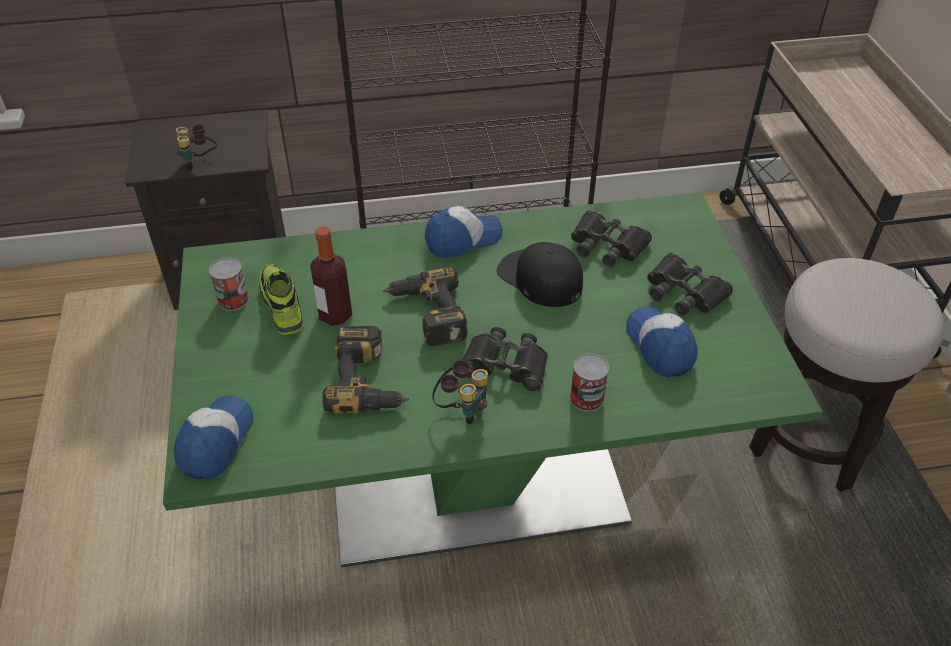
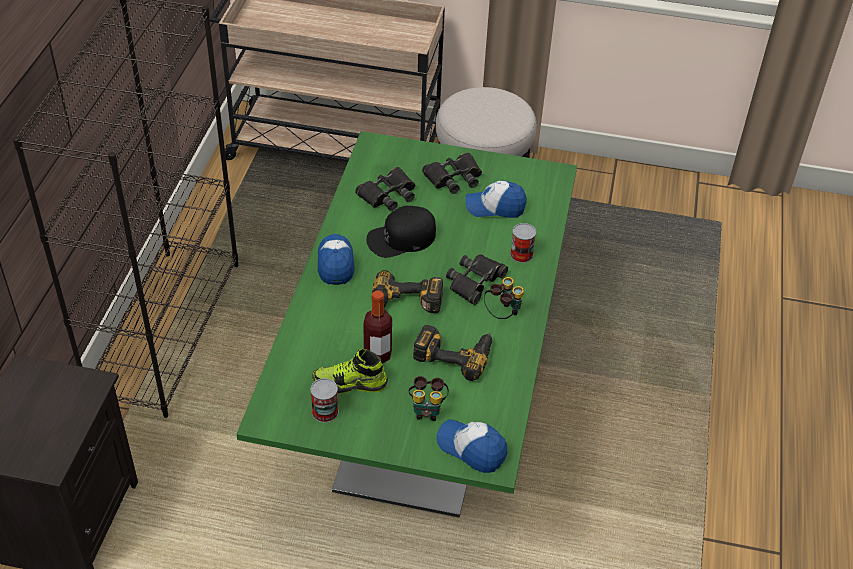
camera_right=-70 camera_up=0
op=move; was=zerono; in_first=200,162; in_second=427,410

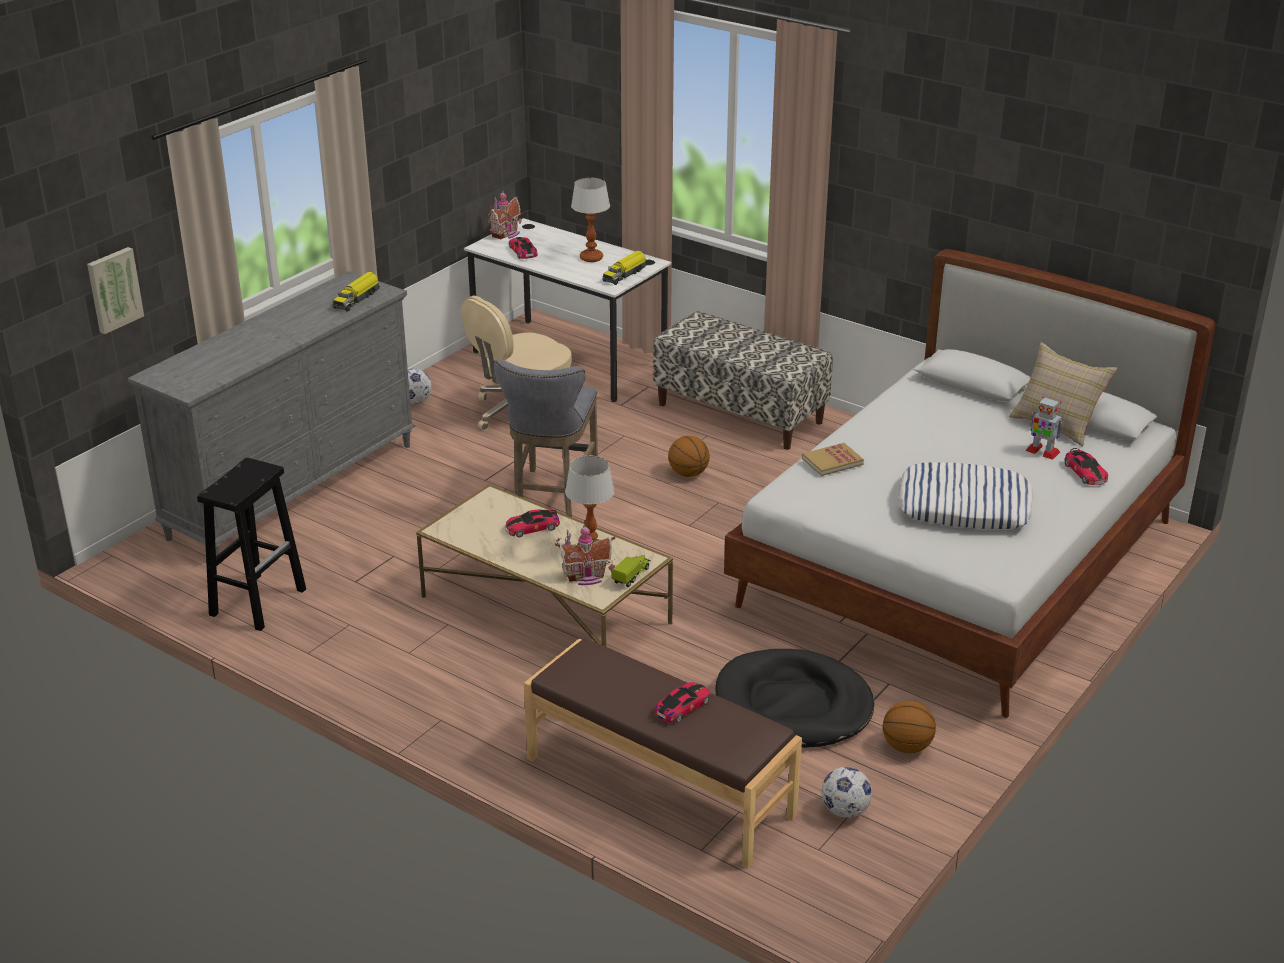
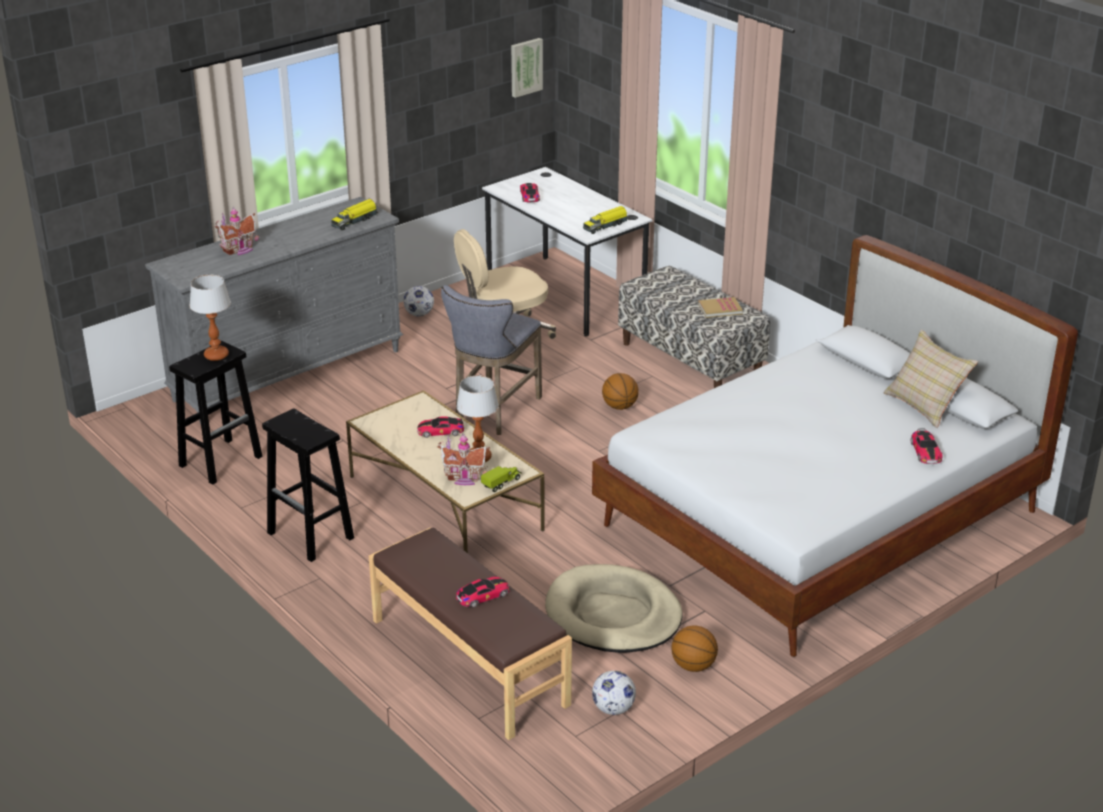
camera_right=15 camera_up=0
op=move; was=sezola; in_first=113,289; in_second=525,67
op=move; was=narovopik; in_first=507,234; in_second=239,250
op=move; was=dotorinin; in_first=591,258; in_second=216,355
op=recolor; was=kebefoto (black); now=kebefoto (beige); in_first=793,705; in_second=613,615
op=move; was=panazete; in_first=832,461; in_second=720,309
op=delete; was=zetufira; in_first=964,506
op=delete; was=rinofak; in_first=1042,451
op=insert; now=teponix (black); in_second=311,536

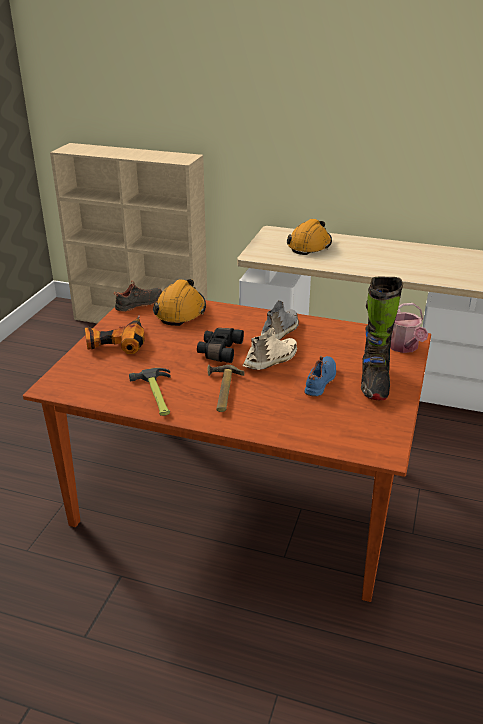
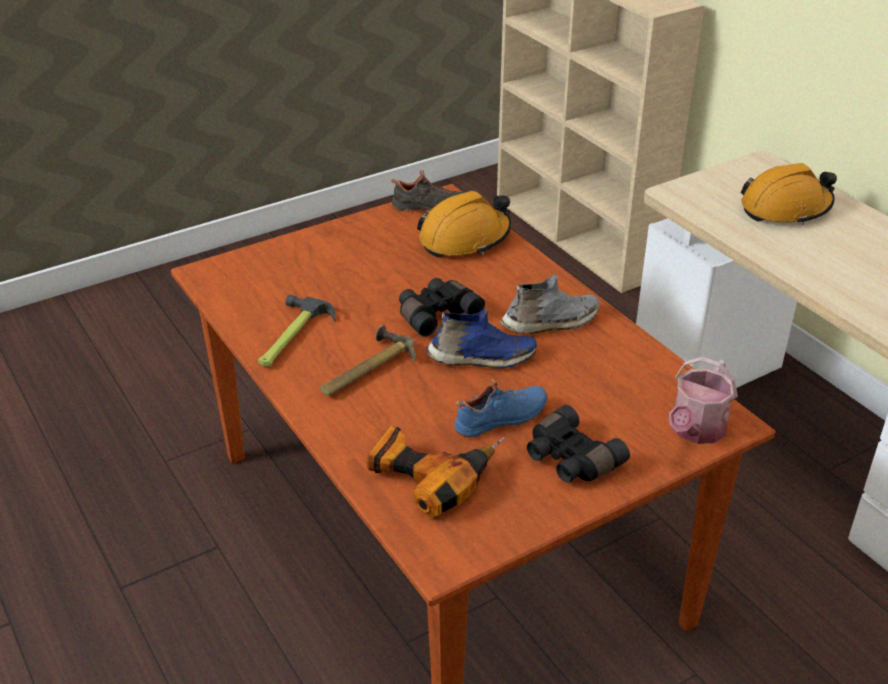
camera_right=40 camera_up=5
op=move; was=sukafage; in_first=115,341; in_second=431,472
op=recolor; was=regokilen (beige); now=regokilen (blue); in_first=272,360; in_second=482,358
op=replace; was=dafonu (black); now=zerono (black); in_first=374,383; in_second=570,459

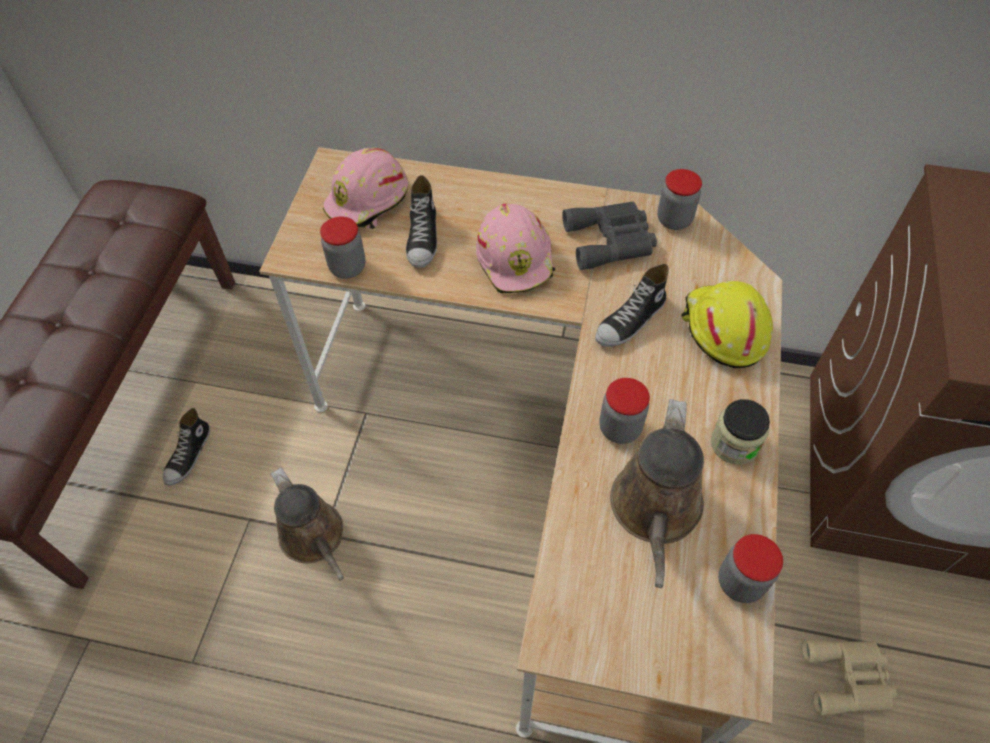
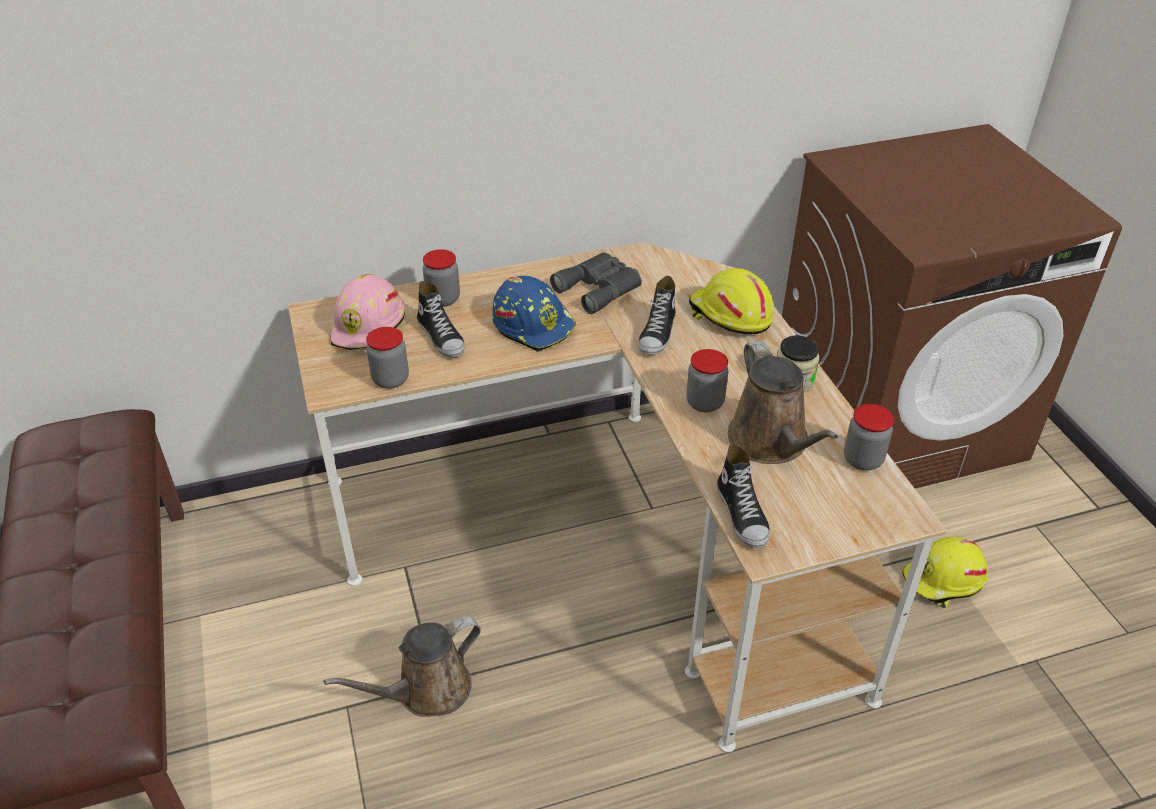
camera_right=-30 camera_up=-15
op=move; was=regokilen; in_first=189,455; in_second=742,514
op=rotate; was=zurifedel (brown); in_first=315,538; in_second=427,691; clockwise=120
op=recolor; was=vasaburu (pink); now=vasaburu (blue); in_first=516,259; in_second=534,325
op=move; was=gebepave; in_first=674,220; in_second=443,299
op=replace; was=zerono (beige); now=vasaburu (yellow); in_first=848,679; in_second=944,581

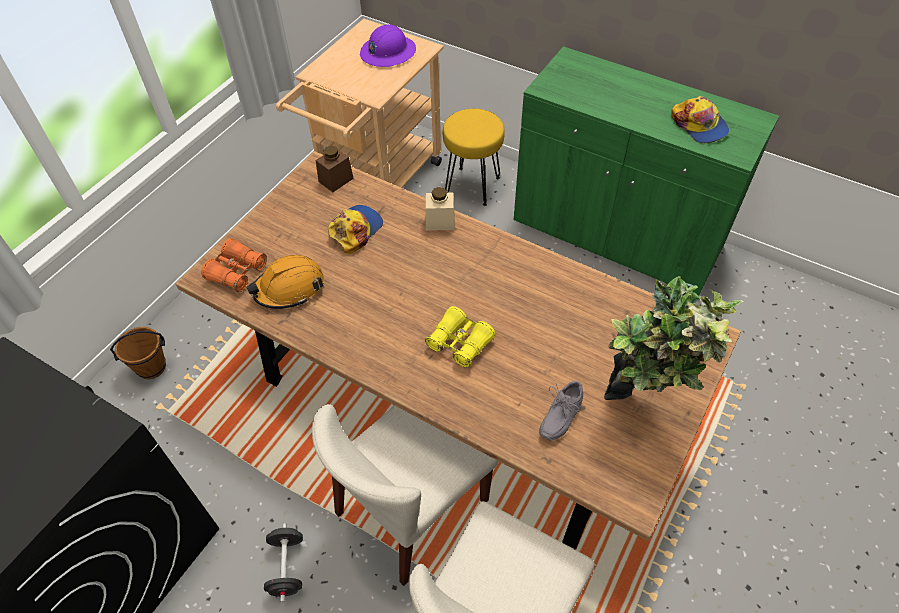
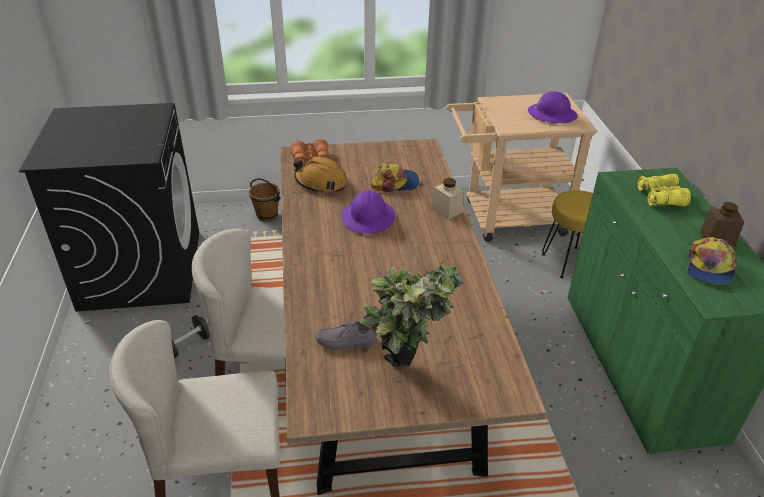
camera_right=50 camera_up=-15
op=move; was=gebepave (brown); in_first=336,180; in_second=717,238
op=move; was=zerono (yellow); in_first=460,343; in_second=661,197
op=insert; now=vasaburu (purple); in_second=368,217

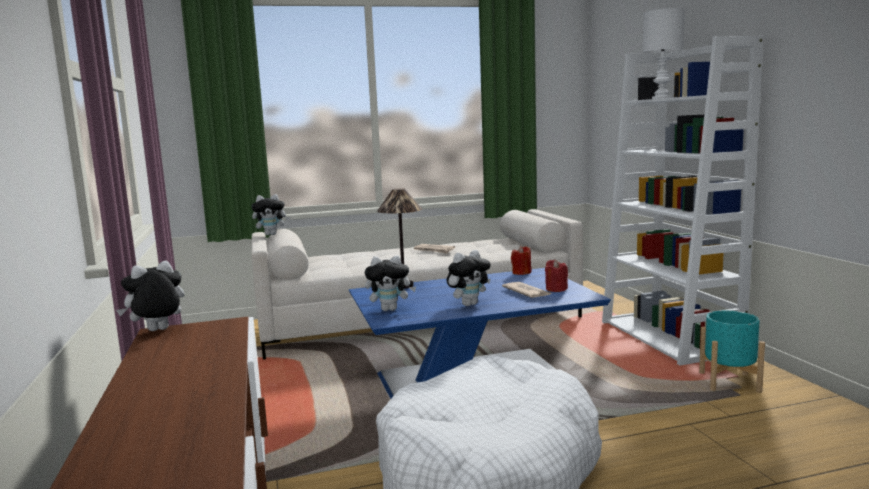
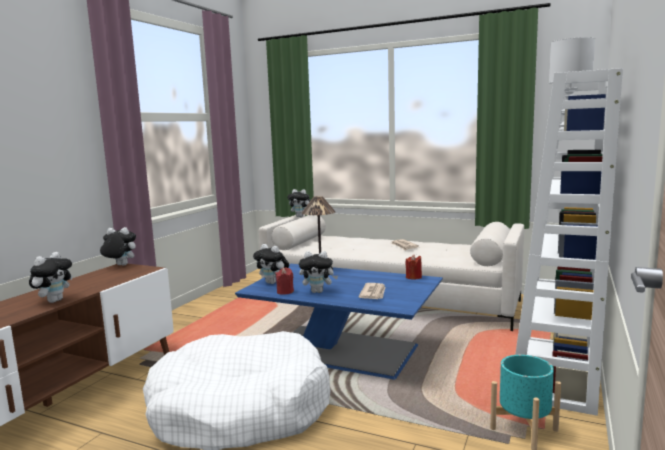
camera_right=40 camera_up=0
op=move; was=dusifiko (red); in_first=556,289; in_second=285,292
op=insert; now=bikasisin; in_second=54,300

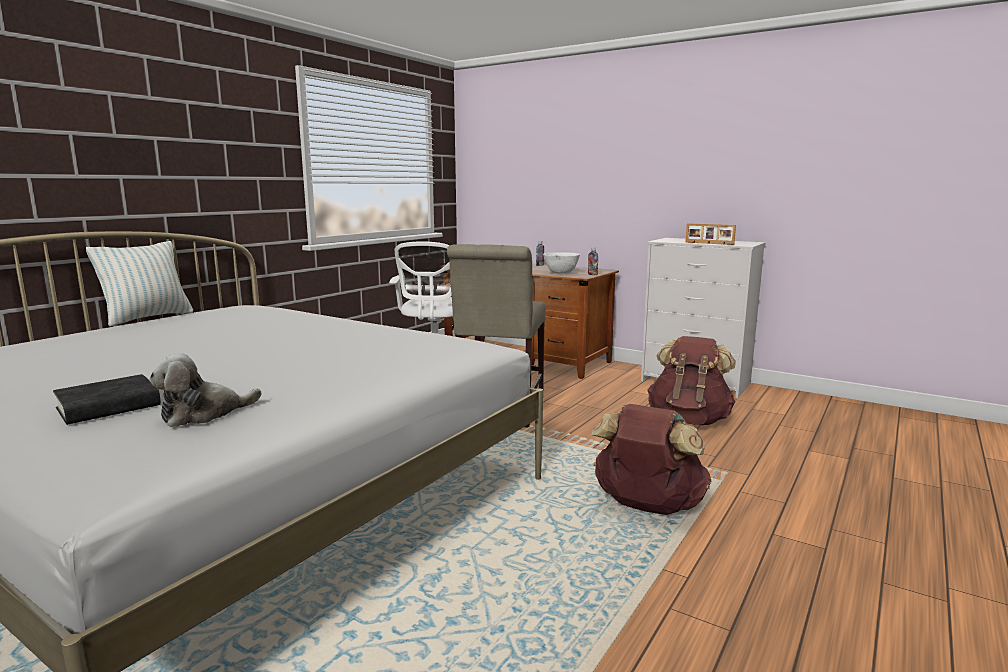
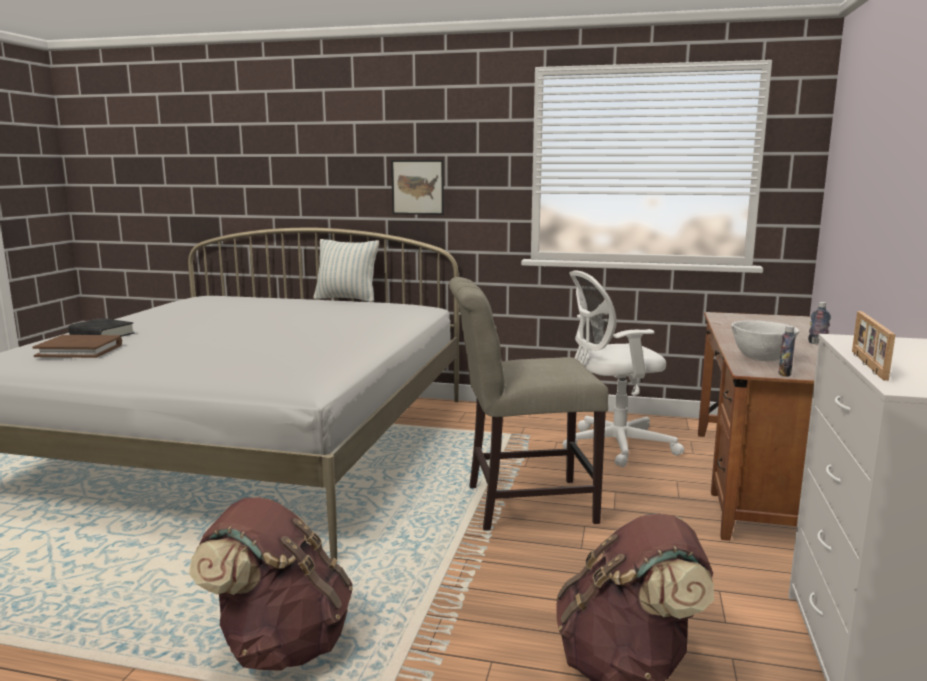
camera_right=70 camera_up=0
op=replace; was=bikasisin; now=panazete (brown); in_first=204,414; in_second=80,350
op=insert; now=sezola; in_second=418,187

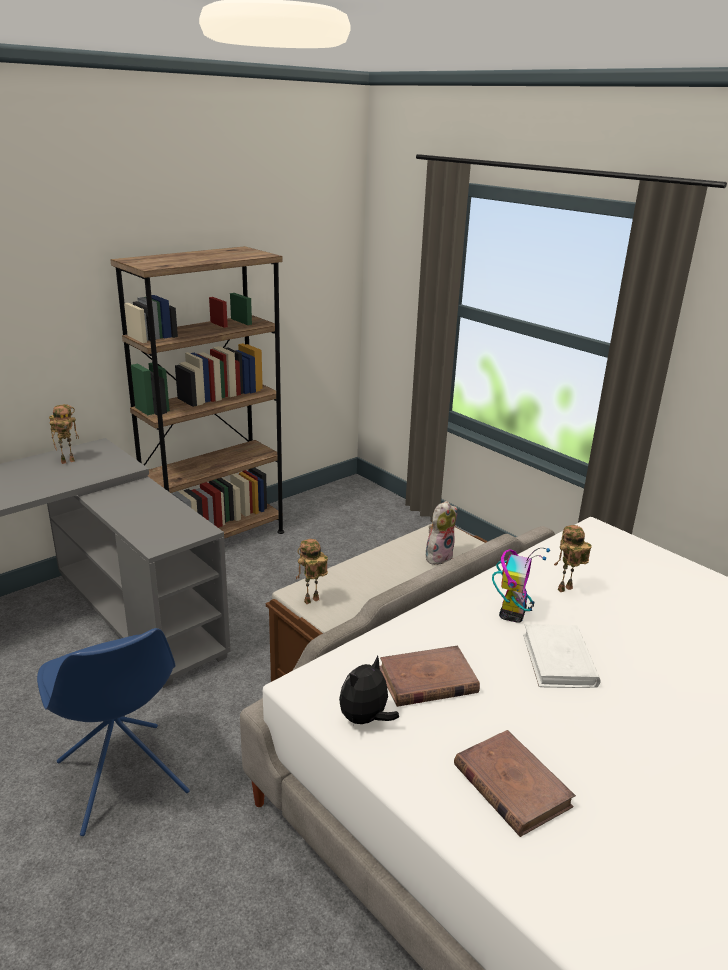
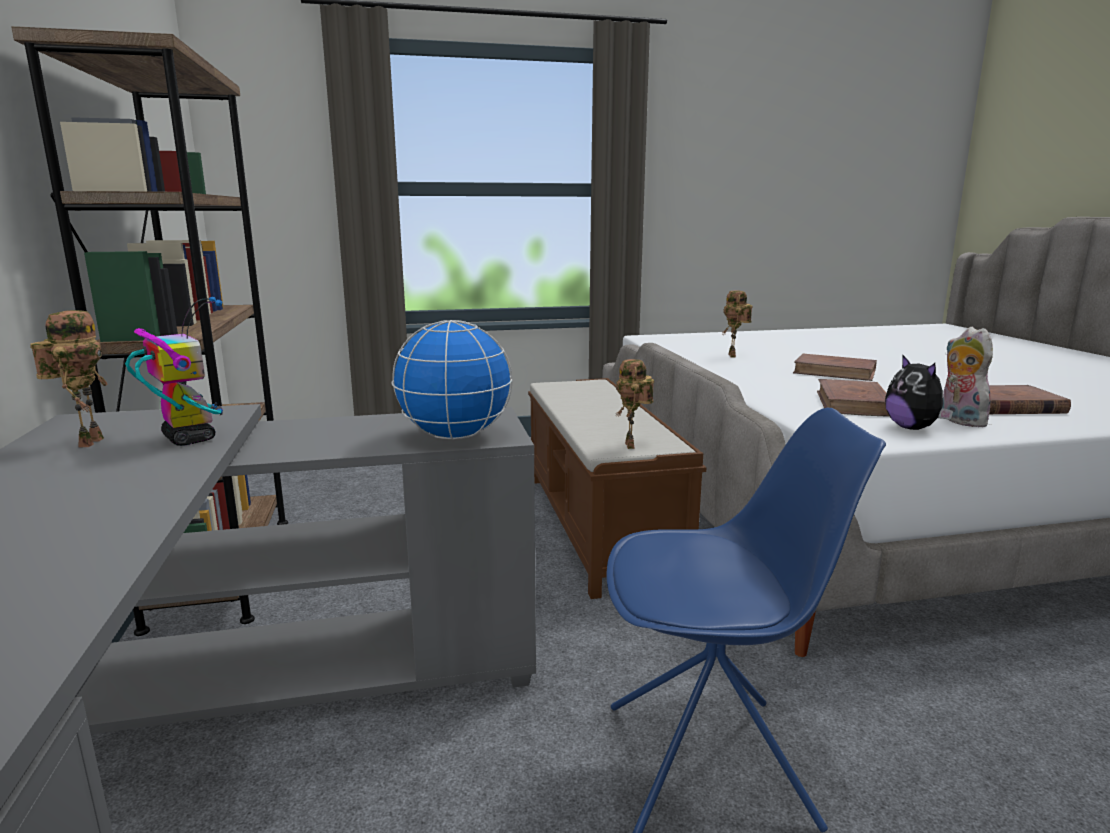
camera_right=-60 camera_up=-10
op=move; was=bikasisin; in_first=438,556; in_second=958,420
op=move; was=rinofak; in_first=512,614; in_second=188,438
op=recolor; was=panazete (white); now=panazete (brown); in_first=559,660; in_second=835,372
op=insert; now=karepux; in_second=454,436

